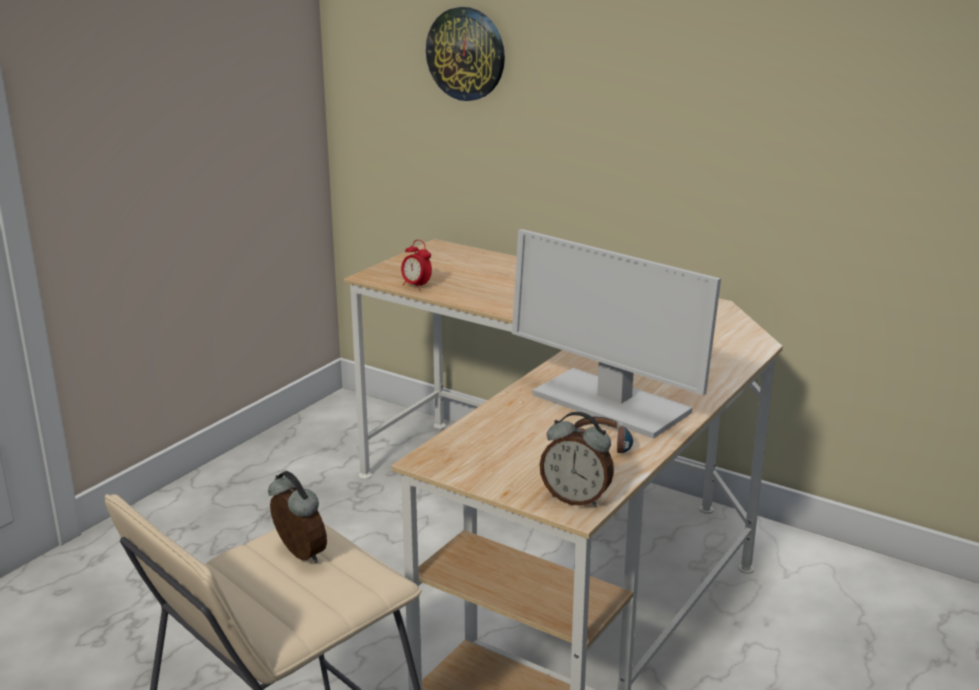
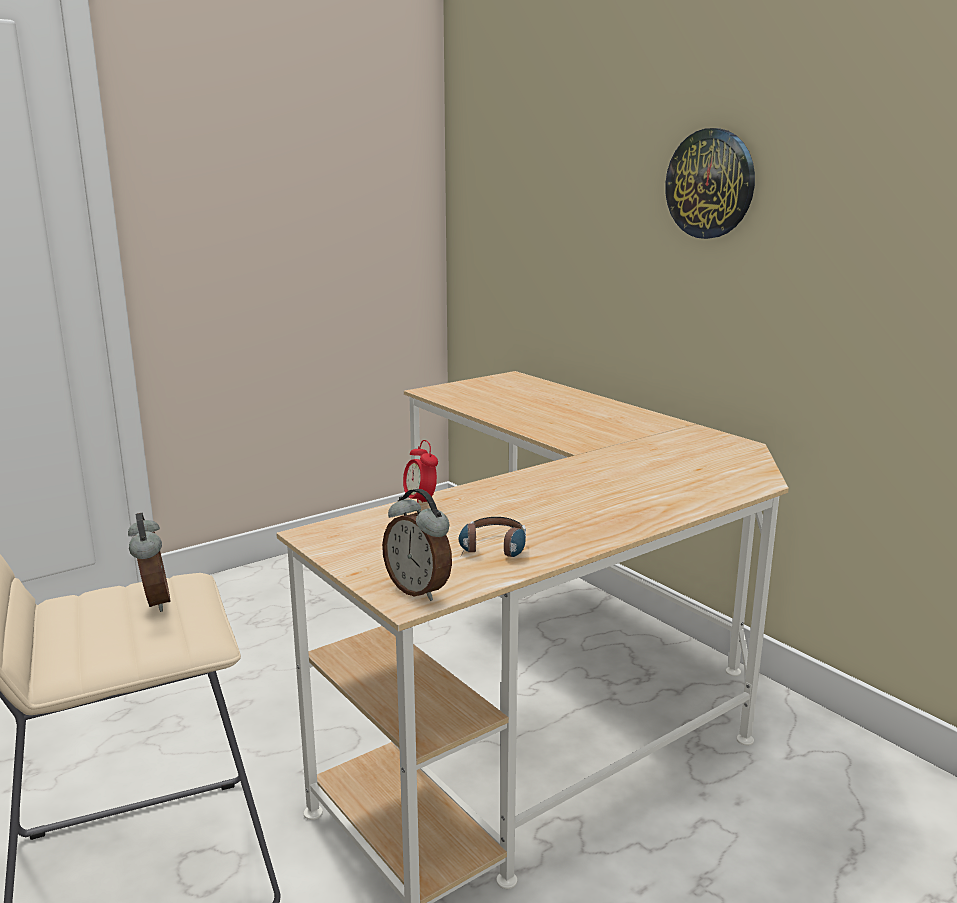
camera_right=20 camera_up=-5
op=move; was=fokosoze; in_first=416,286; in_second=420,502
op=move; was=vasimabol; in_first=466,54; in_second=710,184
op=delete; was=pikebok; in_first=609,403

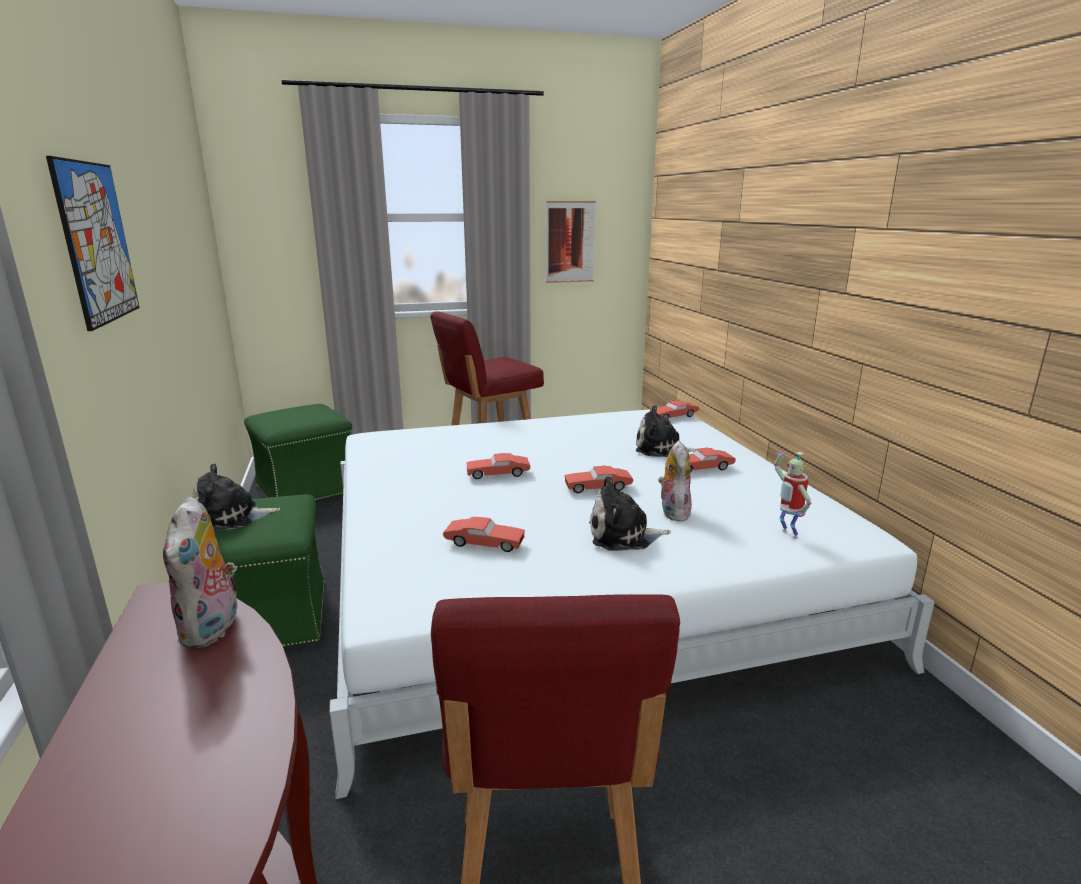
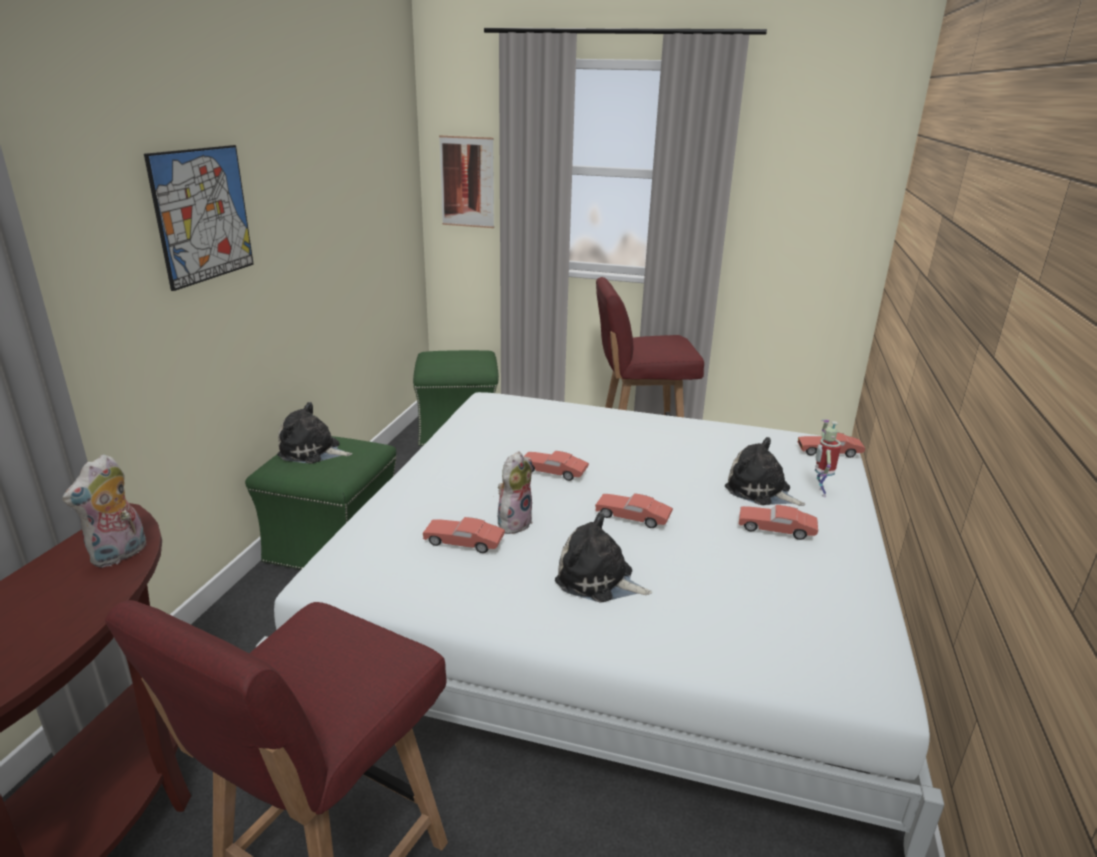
camera_right=30 camera_up=5
op=rotate; was=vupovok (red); in_first=484,544; in_second=464,543; clockwise=150
op=move; was=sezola; in_first=570,242; in_second=467,182
op=move; was=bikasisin; in_first=672,512; in_second=514,522
op=move; was=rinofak; in_first=787,534; in_second=819,492

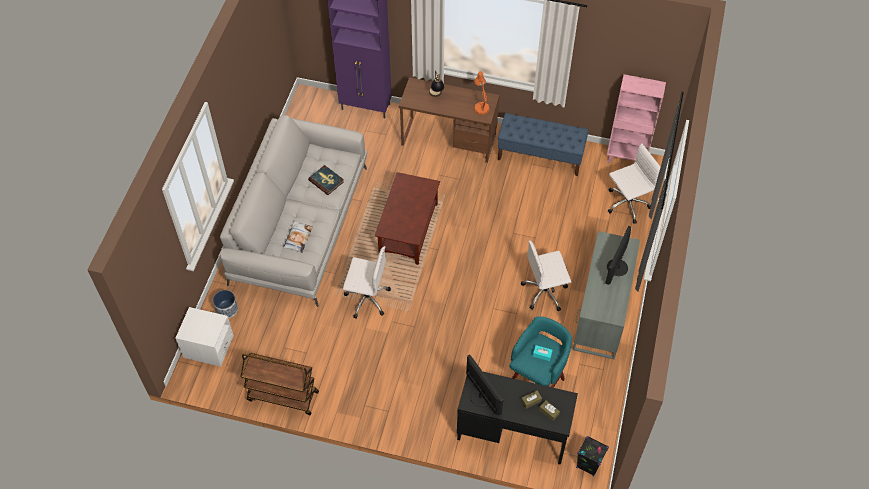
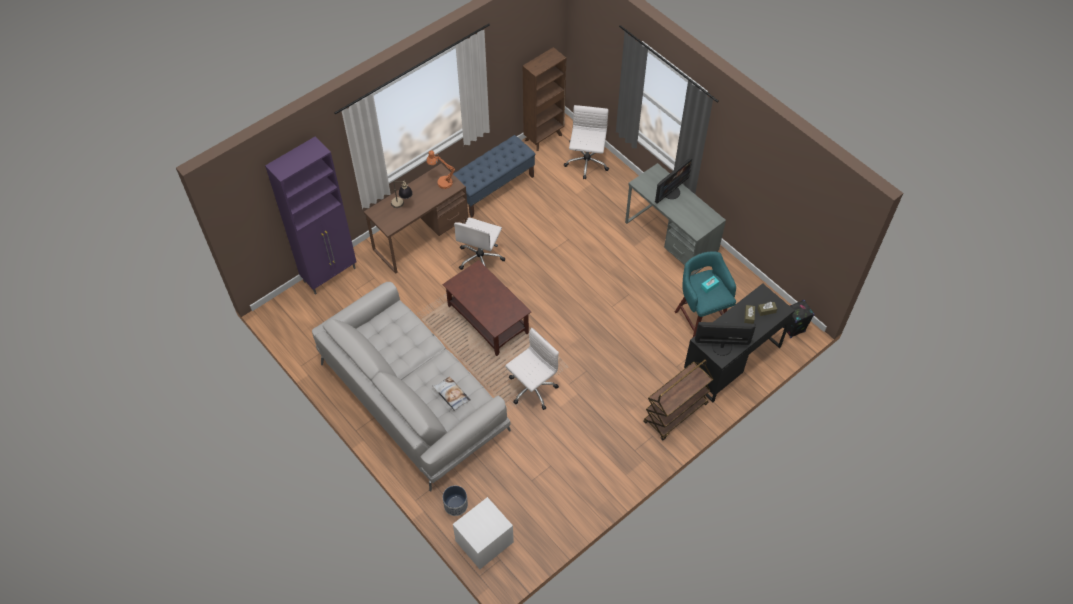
camera_right=-55 camera_up=0
op=move; was=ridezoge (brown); in_first=282,396; in_second=675,414
op=delete; was=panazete; in_first=326,181
op=move; was=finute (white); in_first=545,292; in_second=480,258
op=rotate; was=pikebok; in_first=616,267; in_second=670,191; clockwise=-105
op=recolor; was=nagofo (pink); now=nagofo (brown); in_first=626,158; in_second=544,137

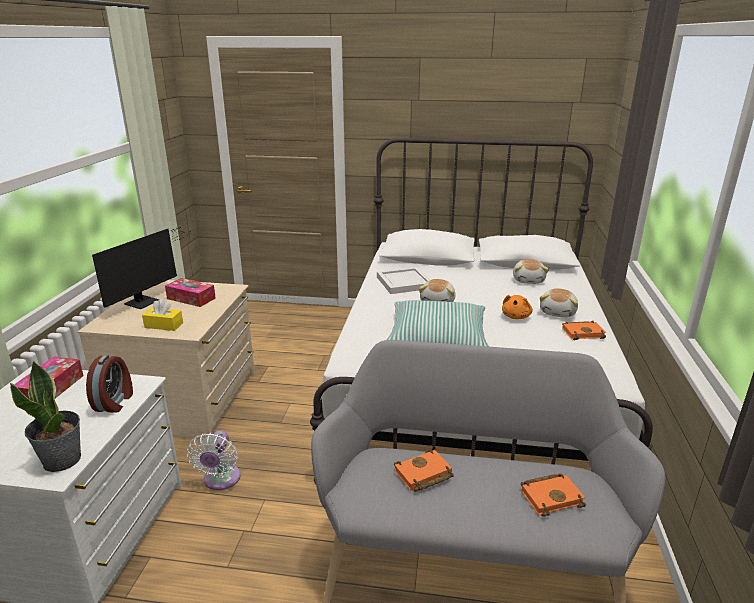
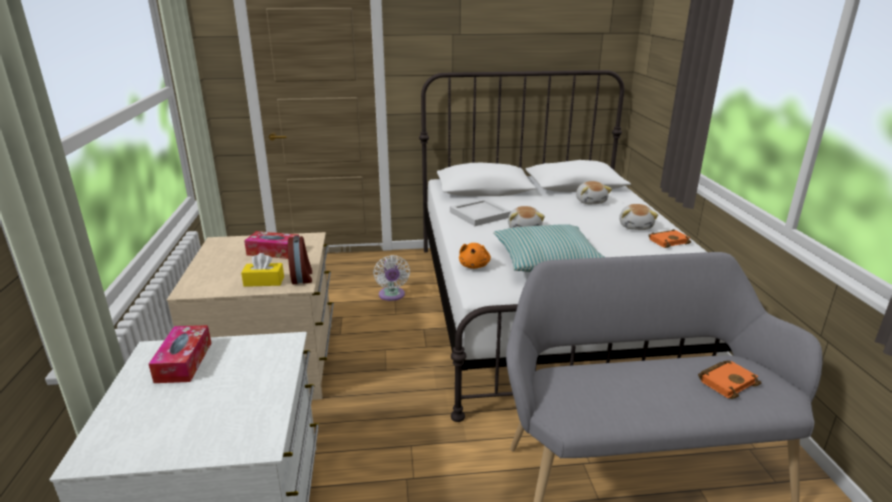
camera_right=-15 camera_up=0
op=delete; was=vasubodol; in_first=63,460
op=move; was=fokosoze; in_first=115,402; in_second=302,277
op=delete; was=pikebok; in_first=146,301
op=move; was=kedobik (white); in_first=221,480; in_second=392,296
op=delete; was=panazete (orange); in_first=423,475
op=move; was=bikasisin (orange); in_first=516,316; in_second=474,265

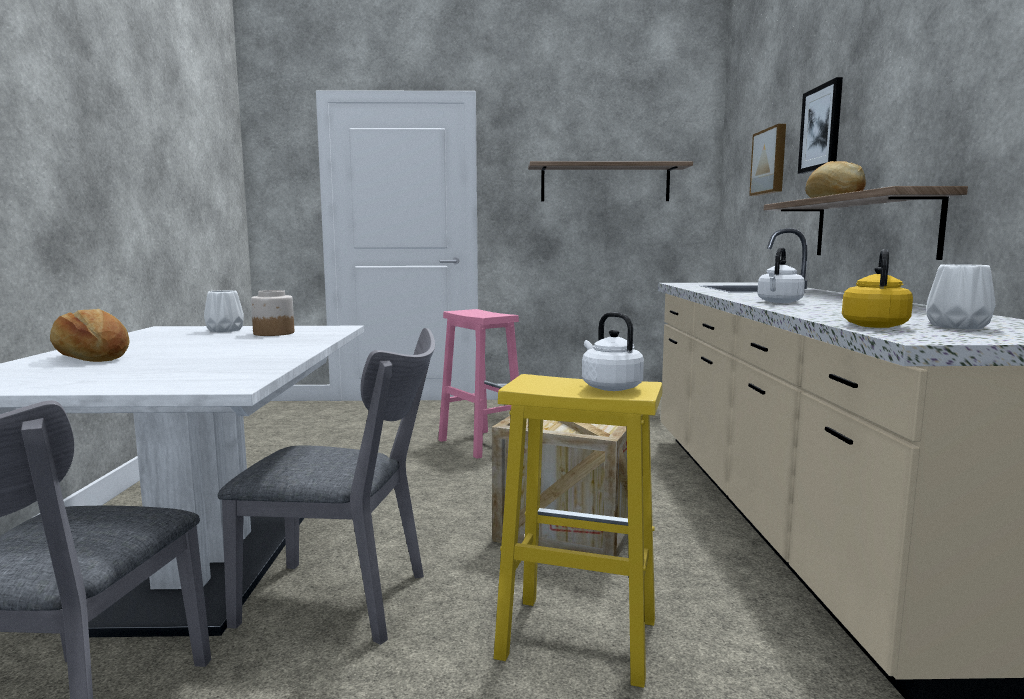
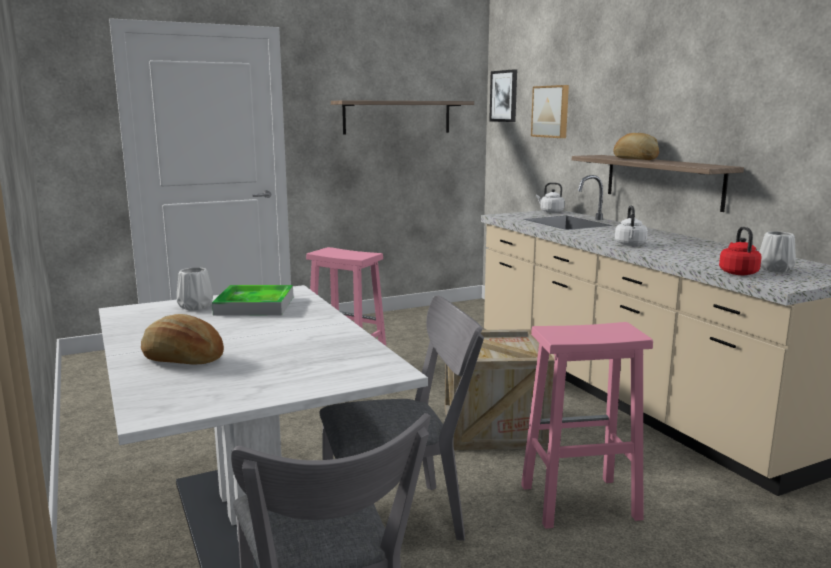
camera_right=-25 camera_up=5
op=replace; was=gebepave; now=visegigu; in_first=273,333; in_second=255,305
op=recolor; was=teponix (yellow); now=teponix (pink); in_first=575,638; in_second=577,502
op=move; was=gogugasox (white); in_first=609,387; in_second=550,211
op=move; was=sezola; in_first=821,128; in_second=504,96
op=recolor; was=gogugasox (yellow); now=gogugasox (red); in_first=874,325; in_second=737,272

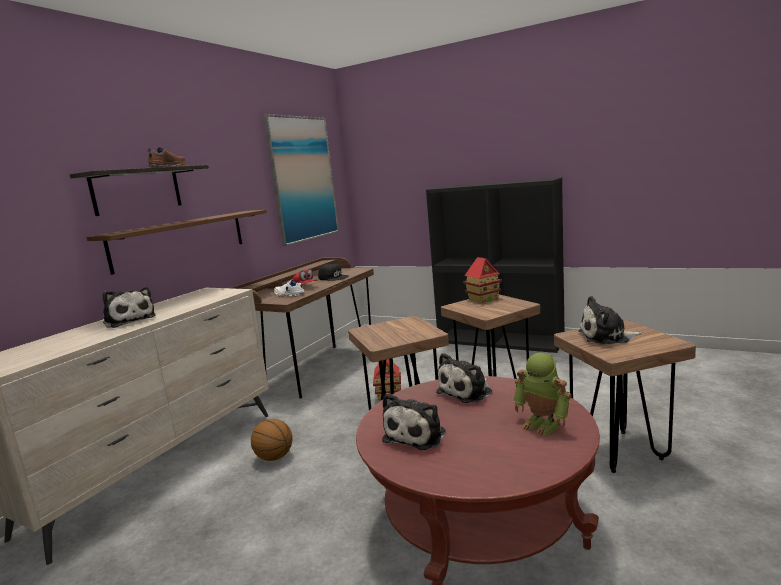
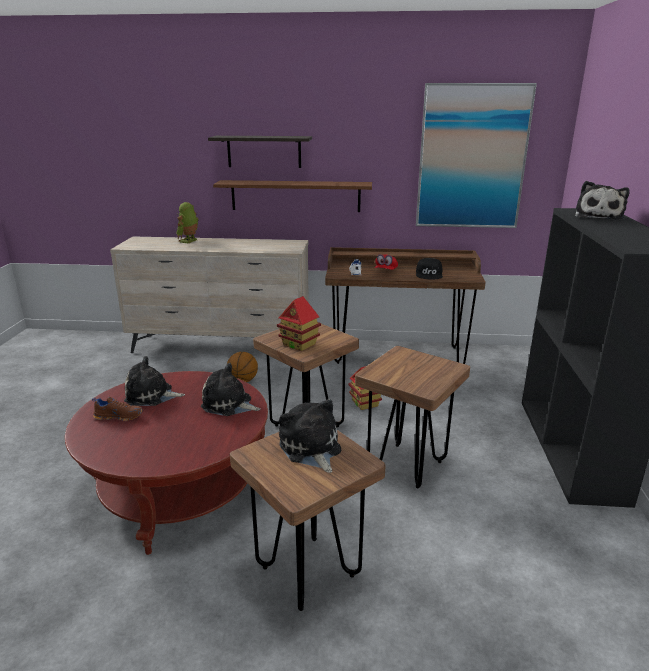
camera_right=65 camera_up=10
op=move; was=bikasisin; in_first=129,320; in_second=598,216
op=move; was=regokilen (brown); in_first=167,167; in_second=119,416
op=move; was=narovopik; in_first=483,299; in_second=299,344
op=move; was=rinofak; in_first=542,424; in_second=189,241

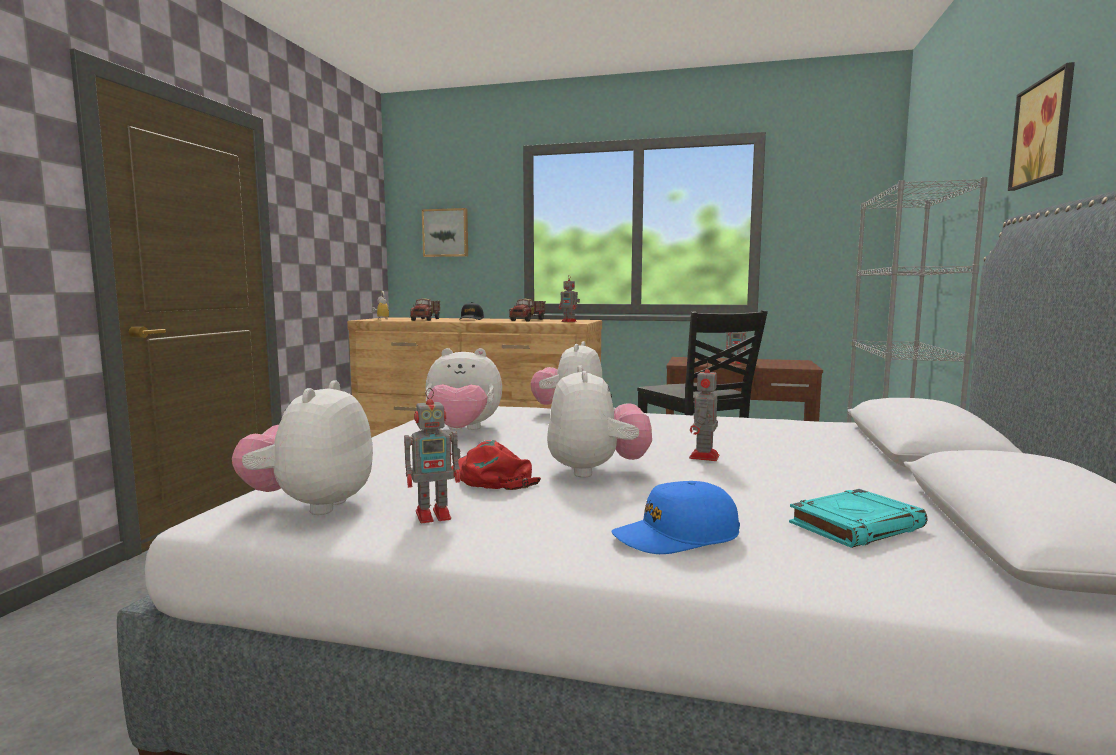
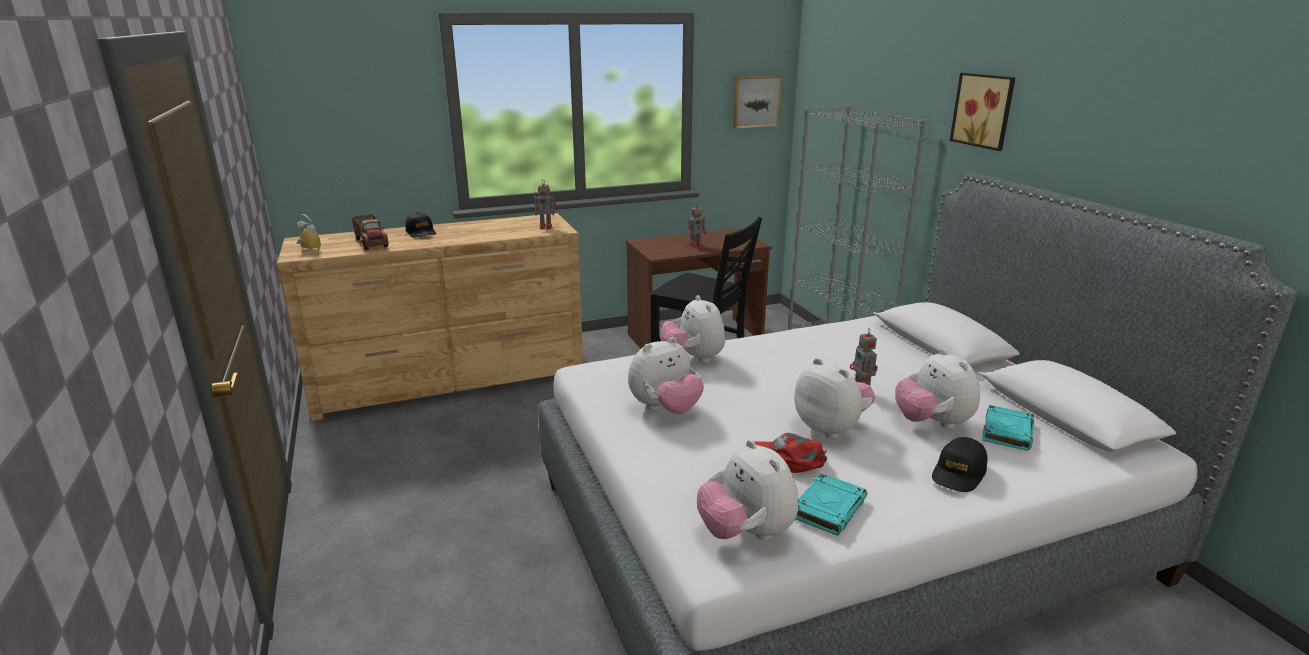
camera_right=-35 camera_up=15
op=replace; was=rinofak; now=panazete (turquoise); in_first=435,515; in_second=828,508
op=move; was=sezola; in_first=446,233; in_second=755,101
op=delete; was=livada; in_first=528,320
op=recolor; was=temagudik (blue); now=temagudik (black); in_first=676,537; in_second=959,473
op=insert; now=bikasisin; in_second=932,423

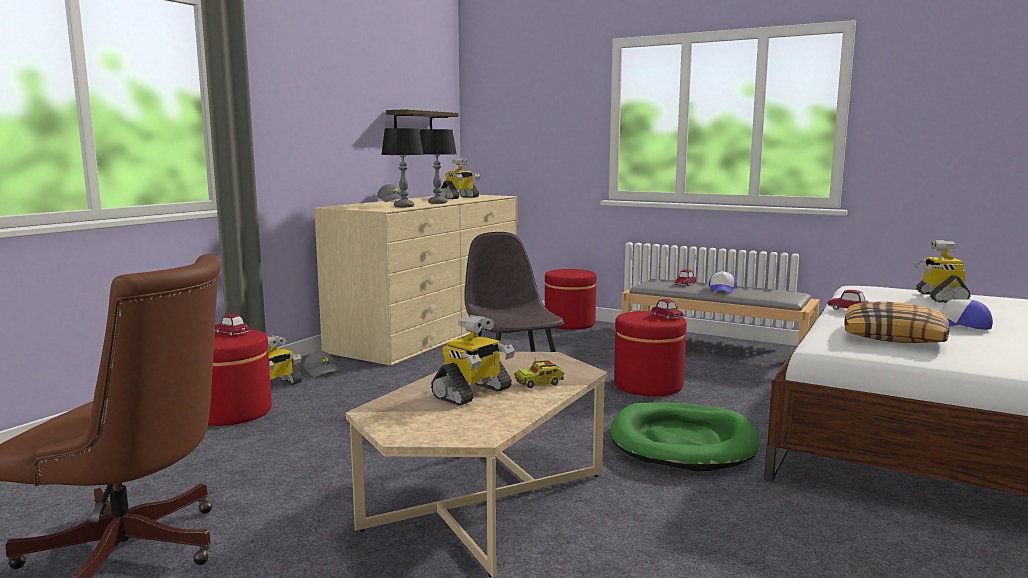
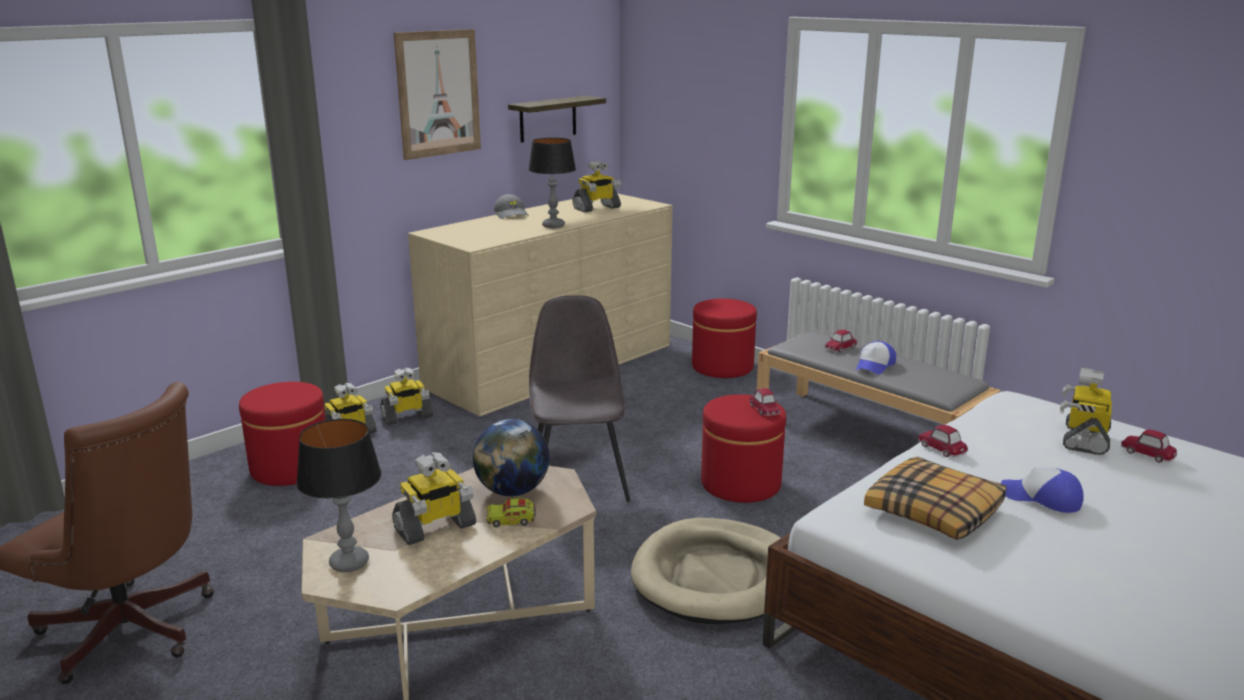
camera_right=15 camera_up=10
op=move; was=vupovok; in_first=231,333; in_second=1147,454
op=replace; was=temagudik (grey); now=rinofak; in_first=323,371; in_second=407,417
op=move; was=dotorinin; in_first=403,206; in_second=349,563
op=recolor; was=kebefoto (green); now=kebefoto (beige); in_first=682,442; in_second=714,577
op=insert; now=sezola; in_second=438,93
op=insert; now=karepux; in_second=512,491

